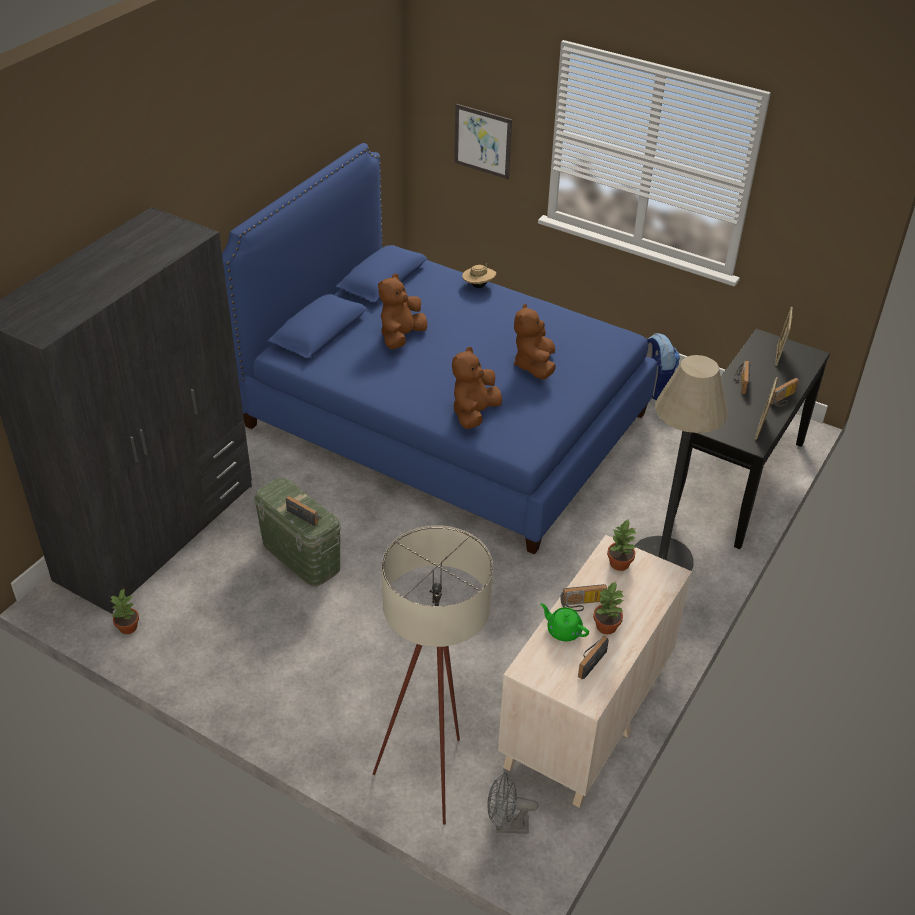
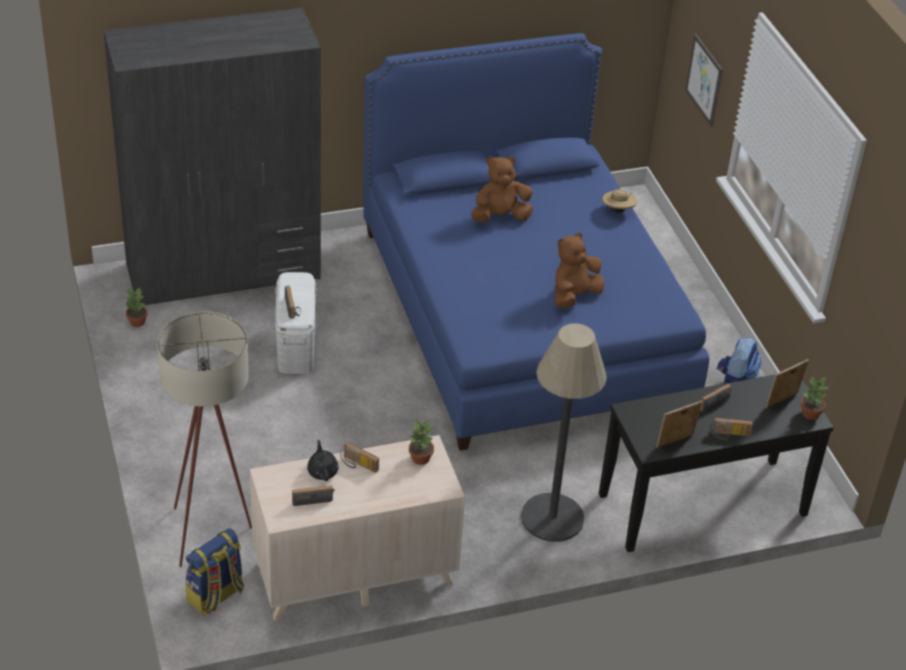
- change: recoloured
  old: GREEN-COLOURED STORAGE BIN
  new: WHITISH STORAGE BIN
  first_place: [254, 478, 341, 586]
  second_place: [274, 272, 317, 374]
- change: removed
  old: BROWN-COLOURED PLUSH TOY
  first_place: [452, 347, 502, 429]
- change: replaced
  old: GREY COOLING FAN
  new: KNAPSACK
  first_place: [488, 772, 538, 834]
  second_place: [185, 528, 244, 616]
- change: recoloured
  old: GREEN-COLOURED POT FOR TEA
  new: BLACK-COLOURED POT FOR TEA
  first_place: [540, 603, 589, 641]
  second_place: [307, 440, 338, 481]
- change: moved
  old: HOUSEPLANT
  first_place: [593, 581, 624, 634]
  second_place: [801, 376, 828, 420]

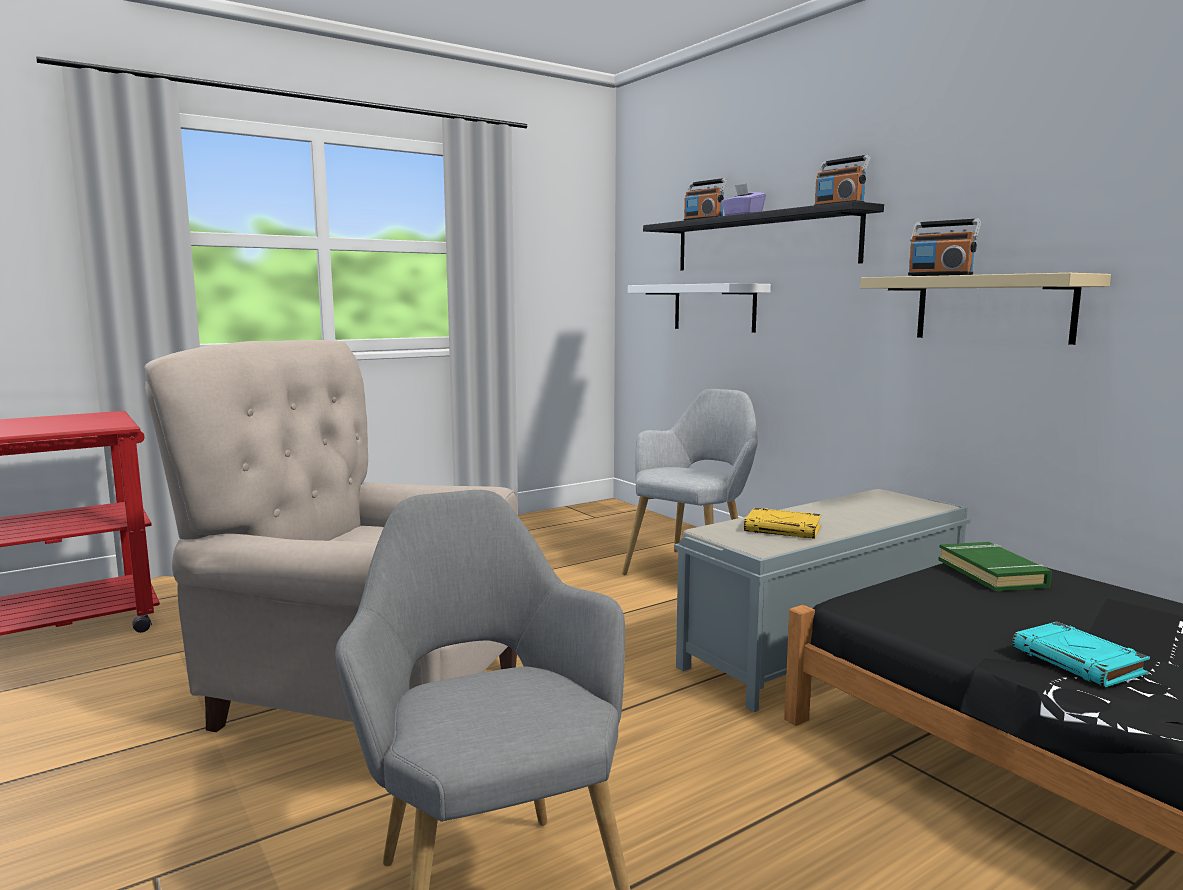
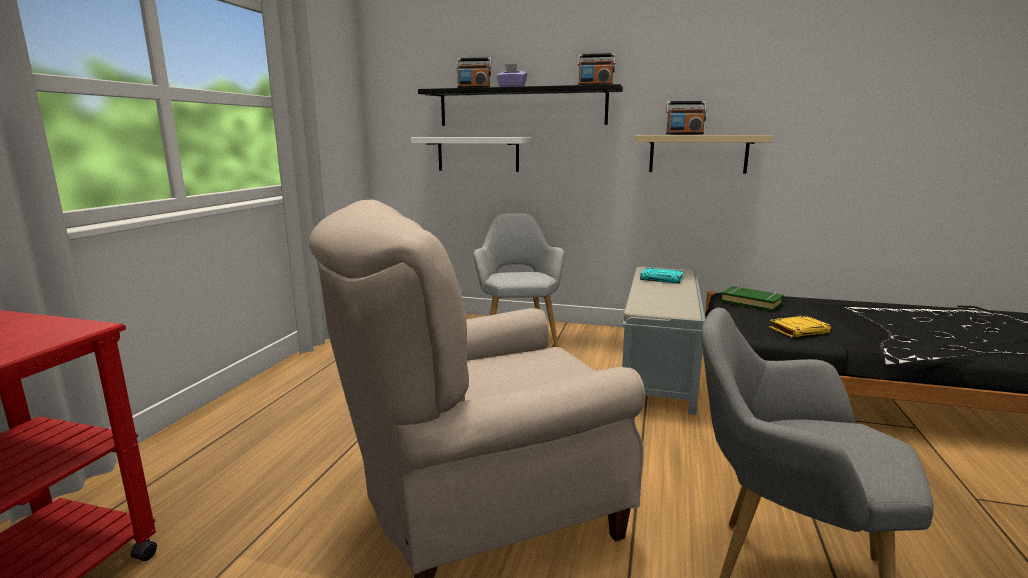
- change: moved
  old: YELLOW-COLOURED VOLUME
  first_place: [744, 508, 822, 539]
  second_place: [769, 316, 832, 338]
- change: moved
  old: BLUE-GREEN VOLUME
  first_place: [1012, 622, 1150, 687]
  second_place: [640, 268, 684, 284]

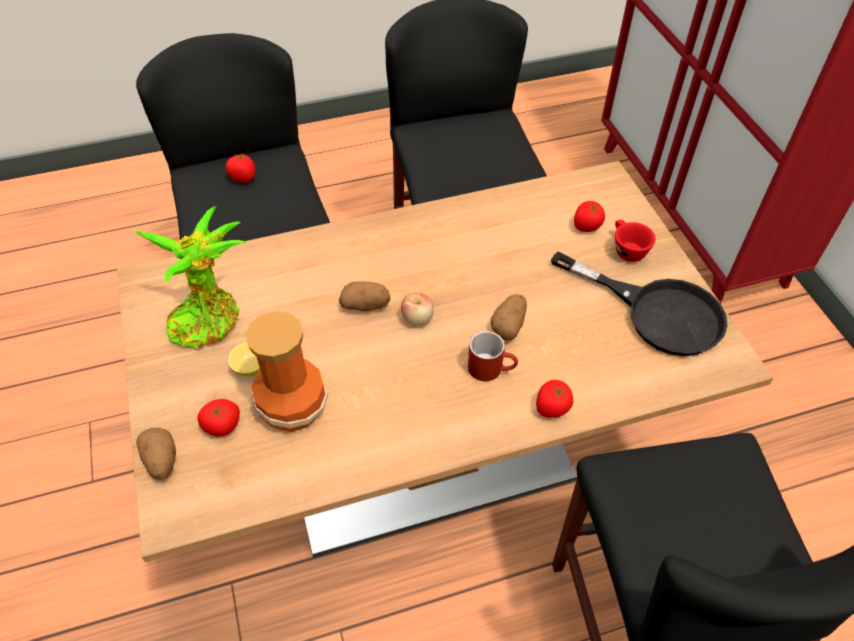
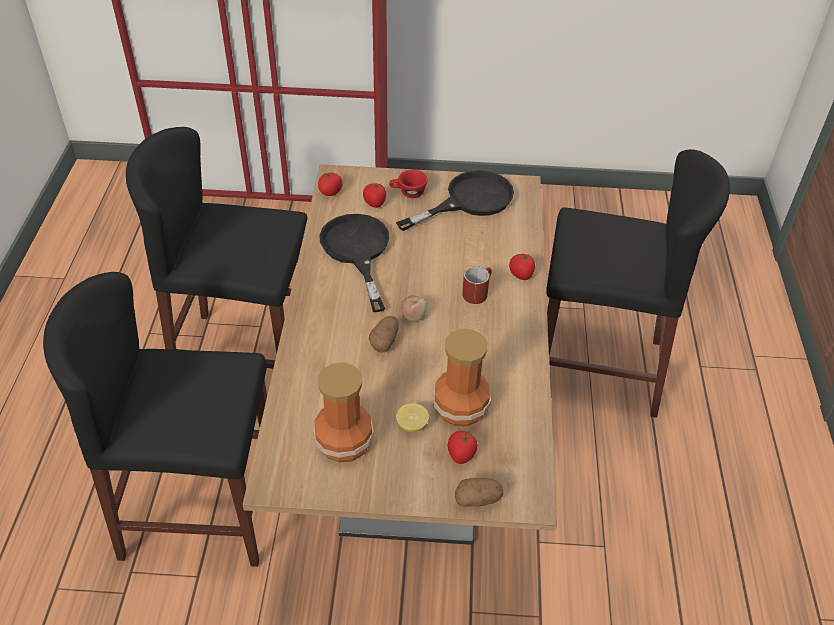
- change: replaced
  old: HOUSEPLANT
  new: DECORATIVE VASE
  first_place: [133, 206, 249, 349]
  second_place: [313, 362, 374, 463]
- change: moved
  old: TOMATO
  first_place: [226, 153, 255, 183]
  second_place: [318, 173, 343, 196]
- change: removed
  old: POTATO
  first_place: [491, 294, 527, 341]
- change: added
  new: BLACK-COLOURED SKILLET
  second_place: [319, 214, 389, 312]

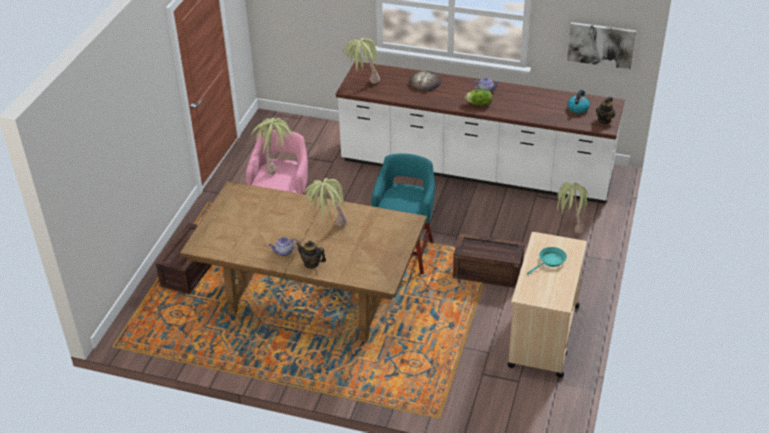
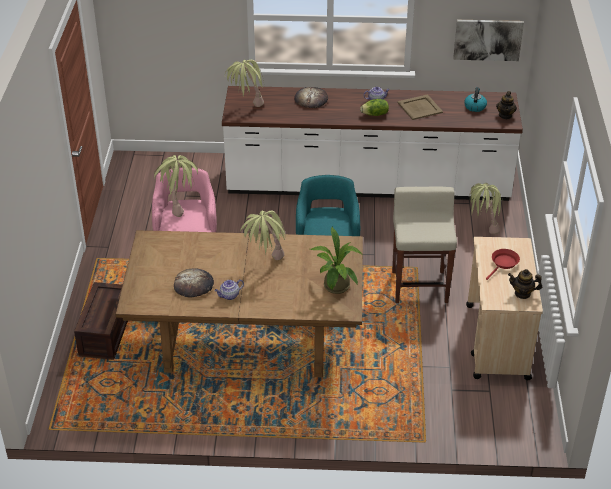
- change: moved
  old: POT FOR TEA
  first_place: [296, 241, 326, 269]
  second_place: [508, 269, 542, 299]
- change: replaced
  old: PACKING CRATE
  new: SAND-COLOURED STOOL
  first_place: [453, 233, 525, 288]
  second_place: [392, 187, 457, 303]
- change: recoloured
  old: BLUE-GREEN SKILLET
  new: REDDISH SKILLET
  first_place: [527, 247, 567, 274]
  second_place: [486, 249, 520, 280]
- change: added
  new: BAKERY BREAD
  second_place: [174, 268, 214, 298]
- change: added
  new: HOUSEPLANT
  second_place: [310, 227, 362, 294]
- change: added
  new: SAND-COLOURED SERVING TRAY
  second_place: [397, 94, 443, 120]

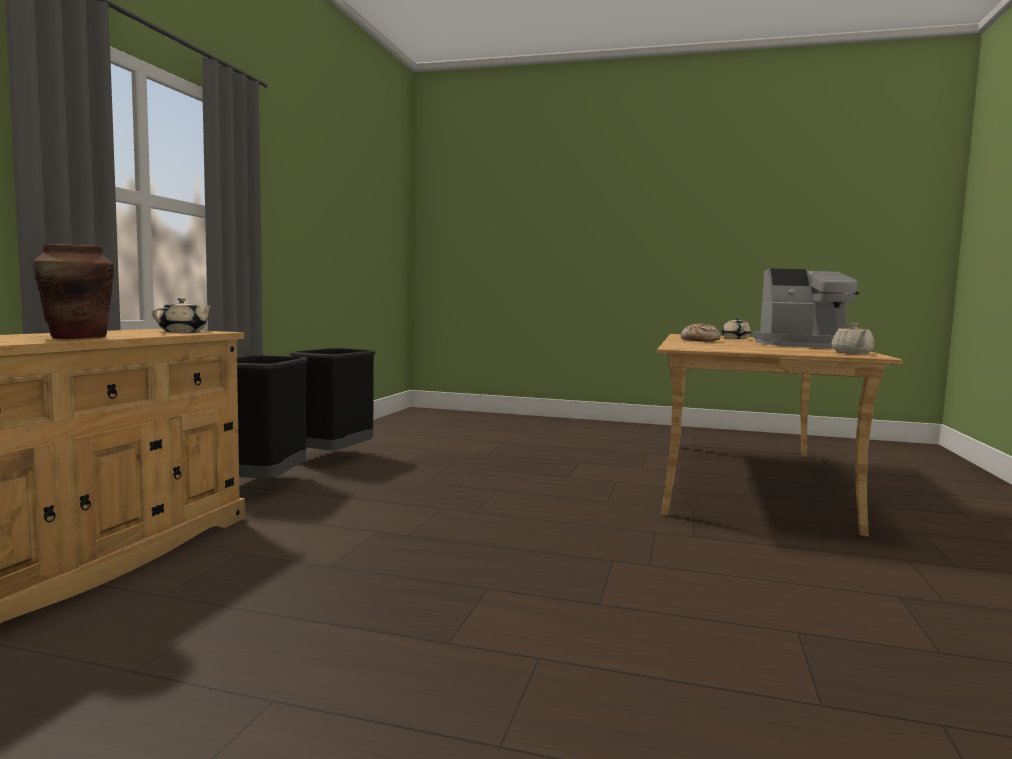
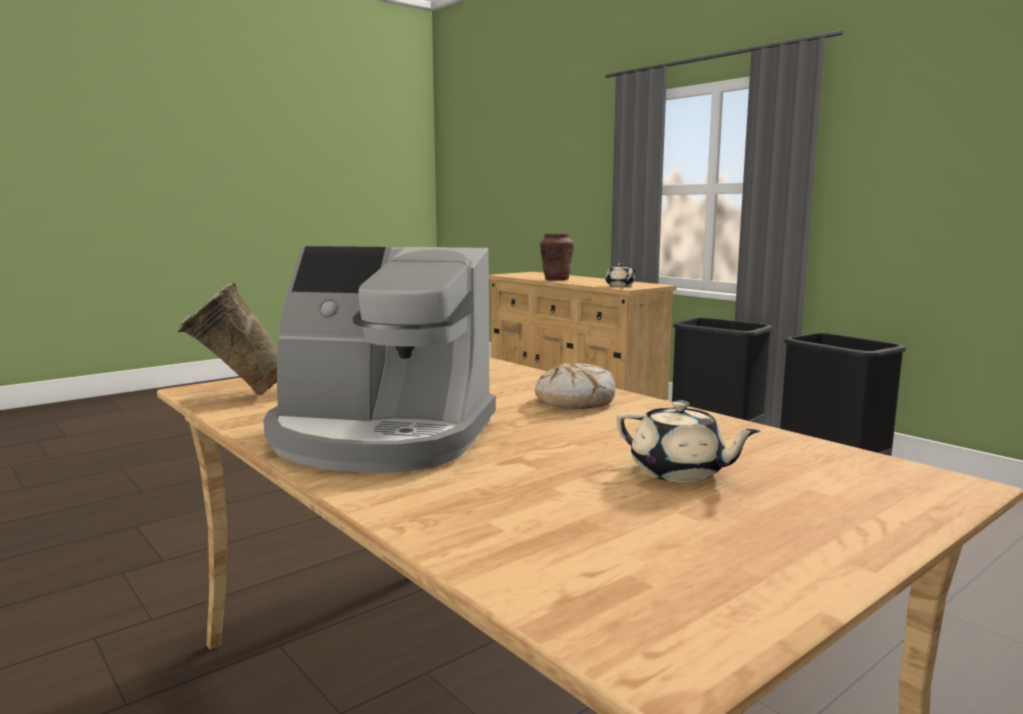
- change: turned
  old: COFFEE BREWER
  first_place: [753, 268, 859, 348]
  second_place: [263, 246, 496, 473]
  degrees: -120
- change: replaced
  old: SAND-COLOURED POT FOR TEA
  new: SAND-COLOURED DECORATIVE VASE
  first_place: [831, 323, 875, 354]
  second_place: [178, 283, 277, 395]

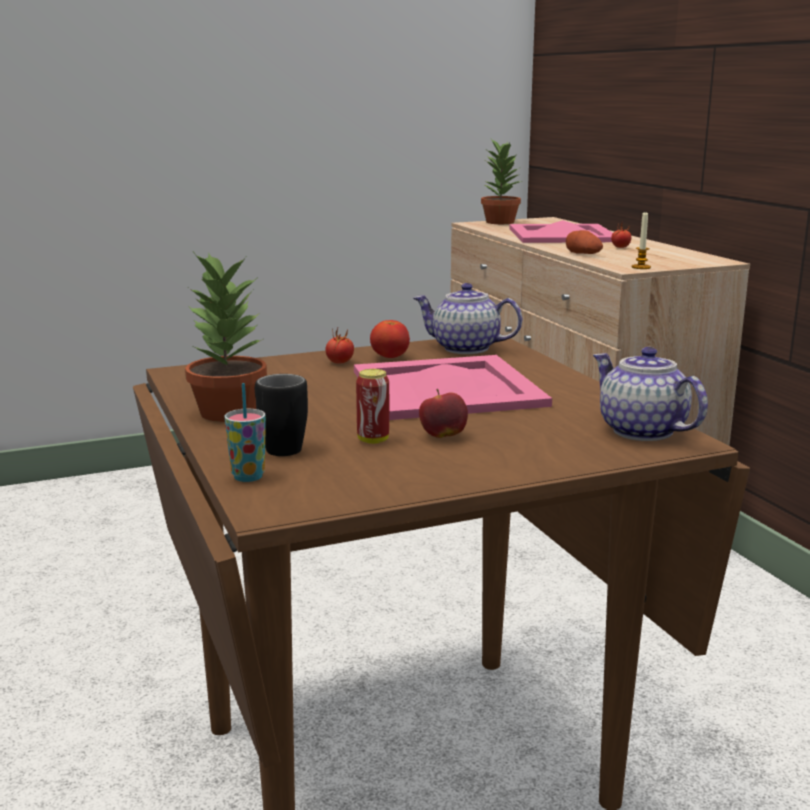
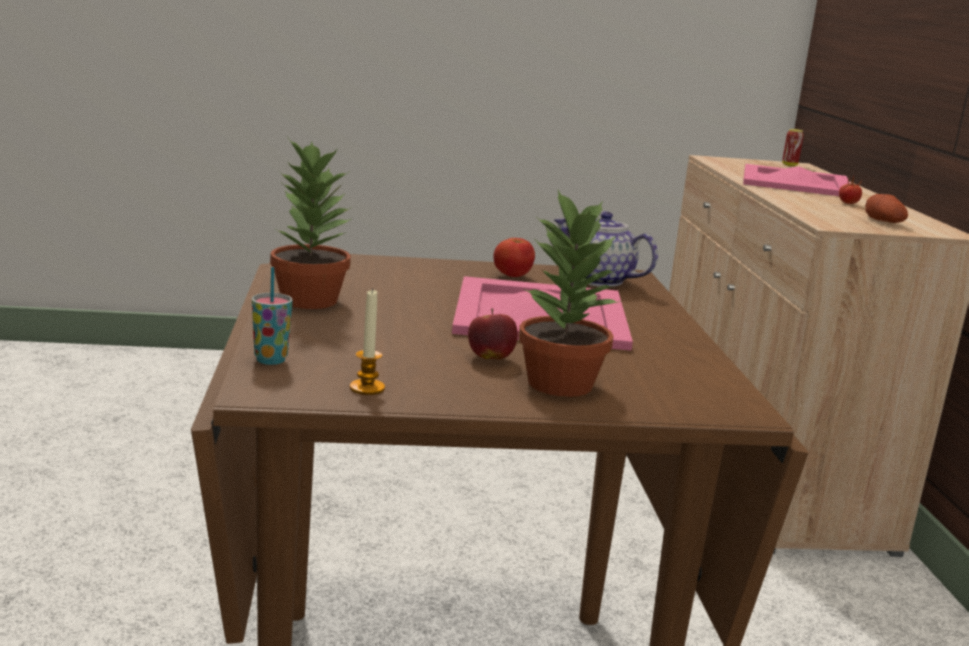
- change: removed
  old: BLACK-COLOURED MUG
  first_place: [255, 374, 308, 456]
- change: removed
  old: TOMATO
  first_place: [326, 328, 354, 364]
- change: moved
  old: CAN
  first_place: [356, 369, 389, 444]
  second_place: [782, 129, 804, 166]
- change: moved
  old: HOUSEPLANT
  first_place: [481, 139, 522, 224]
  second_place: [519, 190, 622, 397]
- change: moved
  old: POTATO
  first_place: [566, 230, 603, 254]
  second_place: [865, 194, 908, 223]
- change: removed
  old: POT FOR TEA
  first_place: [593, 347, 708, 441]
- change: moved
  old: CANDLE
  first_place: [632, 211, 651, 269]
  second_place: [350, 288, 385, 395]

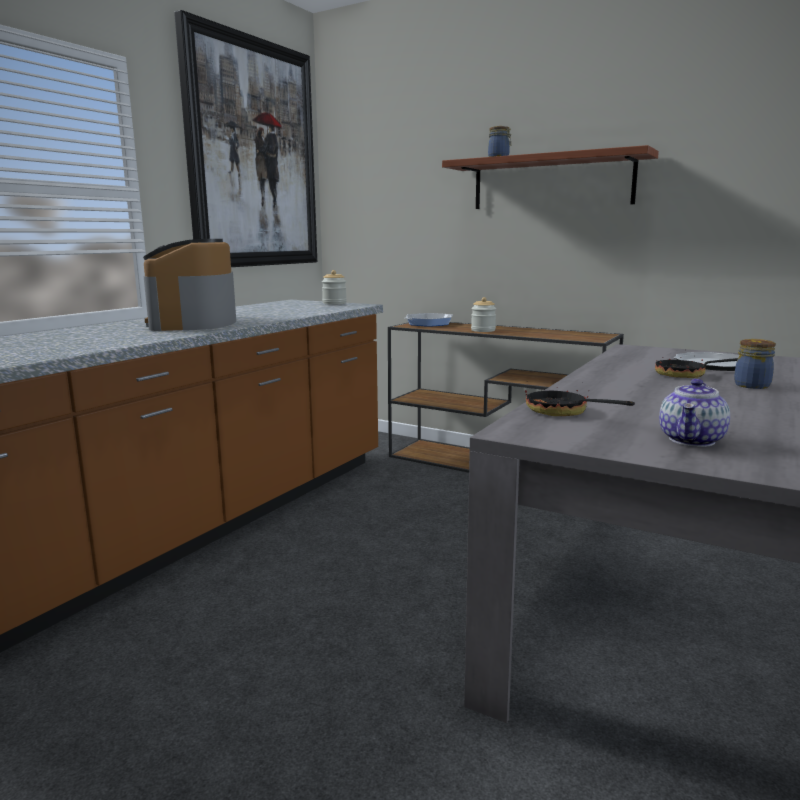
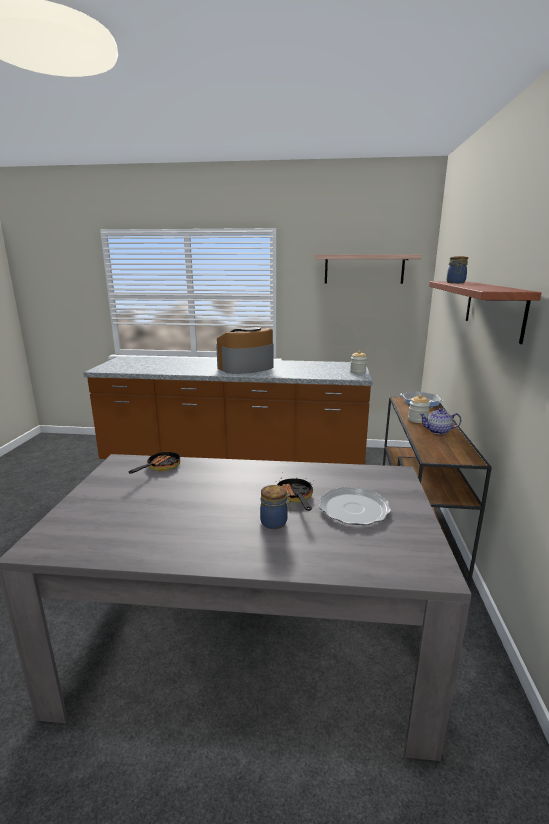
- change: replaced
  old: WALL PICTURE
  new: WALL SHELF
  first_place: [174, 10, 317, 267]
  second_place: [315, 254, 421, 284]
- change: moved
  old: POT FOR TEA
  first_place: [659, 379, 730, 447]
  second_place: [420, 408, 461, 434]

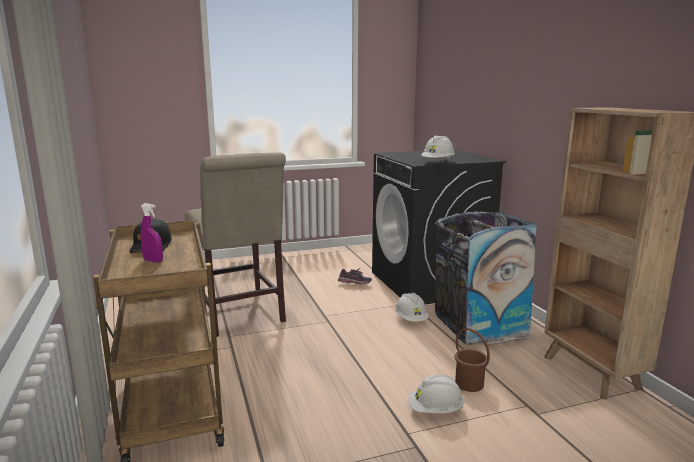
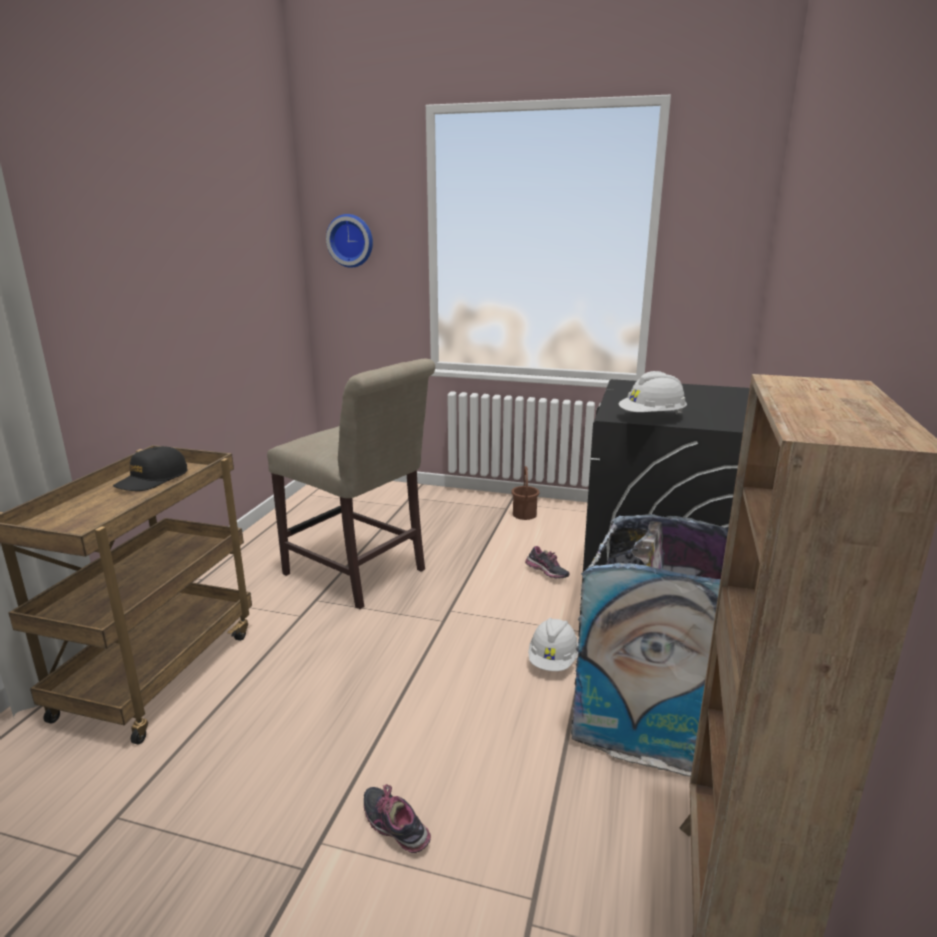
- change: removed
  old: PURPLE-COLOURED SPRAY BOTTLE
  first_place: [141, 203, 163, 263]
- change: turned
  old: SAND-COLOURED CHAIR
  first_place: [185, 152, 286, 337]
  second_place: [267, 359, 435, 609]
  degrees: -60
- change: replaced
  old: WHITISH HARD HAT
  new: ITEM OF FOOTWEAR
  first_place: [408, 374, 465, 413]
  second_place: [364, 784, 431, 853]
- change: moved
  old: BROWN-COLOURED BUCKET
  first_place: [455, 328, 490, 392]
  second_place: [511, 466, 540, 520]
- change: added
  new: CLOCK ON THE WALL
  second_place: [326, 214, 373, 268]

